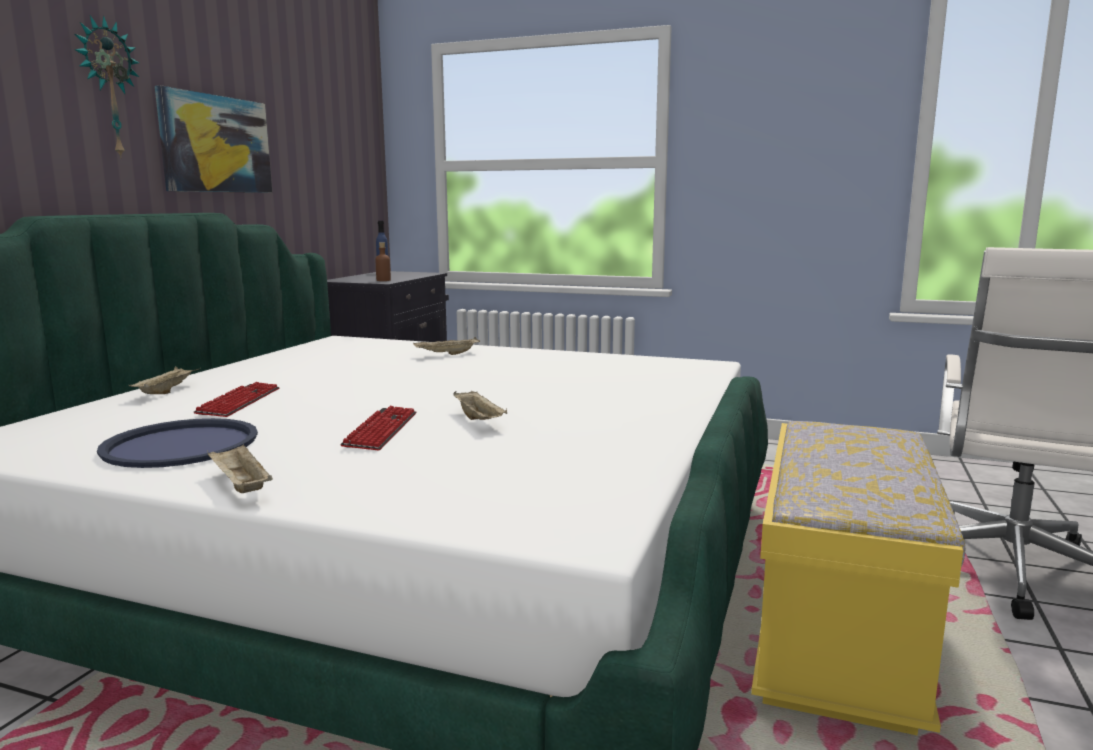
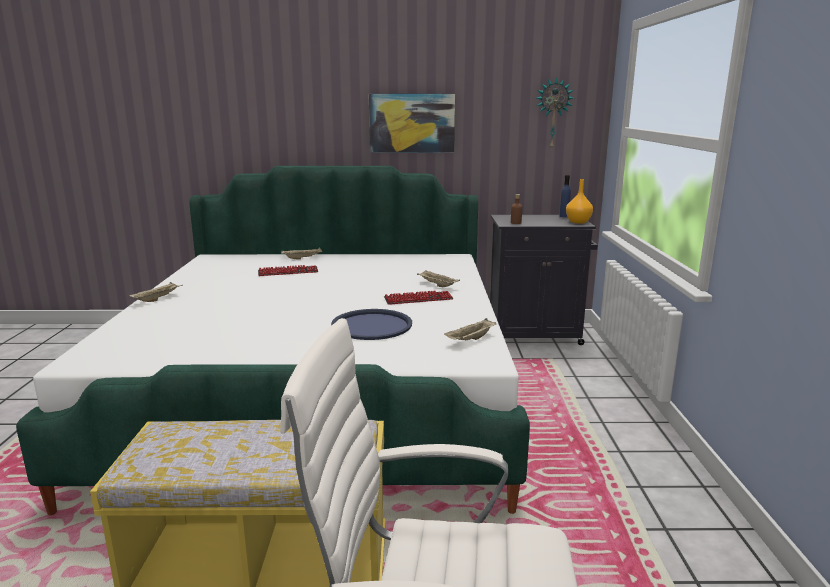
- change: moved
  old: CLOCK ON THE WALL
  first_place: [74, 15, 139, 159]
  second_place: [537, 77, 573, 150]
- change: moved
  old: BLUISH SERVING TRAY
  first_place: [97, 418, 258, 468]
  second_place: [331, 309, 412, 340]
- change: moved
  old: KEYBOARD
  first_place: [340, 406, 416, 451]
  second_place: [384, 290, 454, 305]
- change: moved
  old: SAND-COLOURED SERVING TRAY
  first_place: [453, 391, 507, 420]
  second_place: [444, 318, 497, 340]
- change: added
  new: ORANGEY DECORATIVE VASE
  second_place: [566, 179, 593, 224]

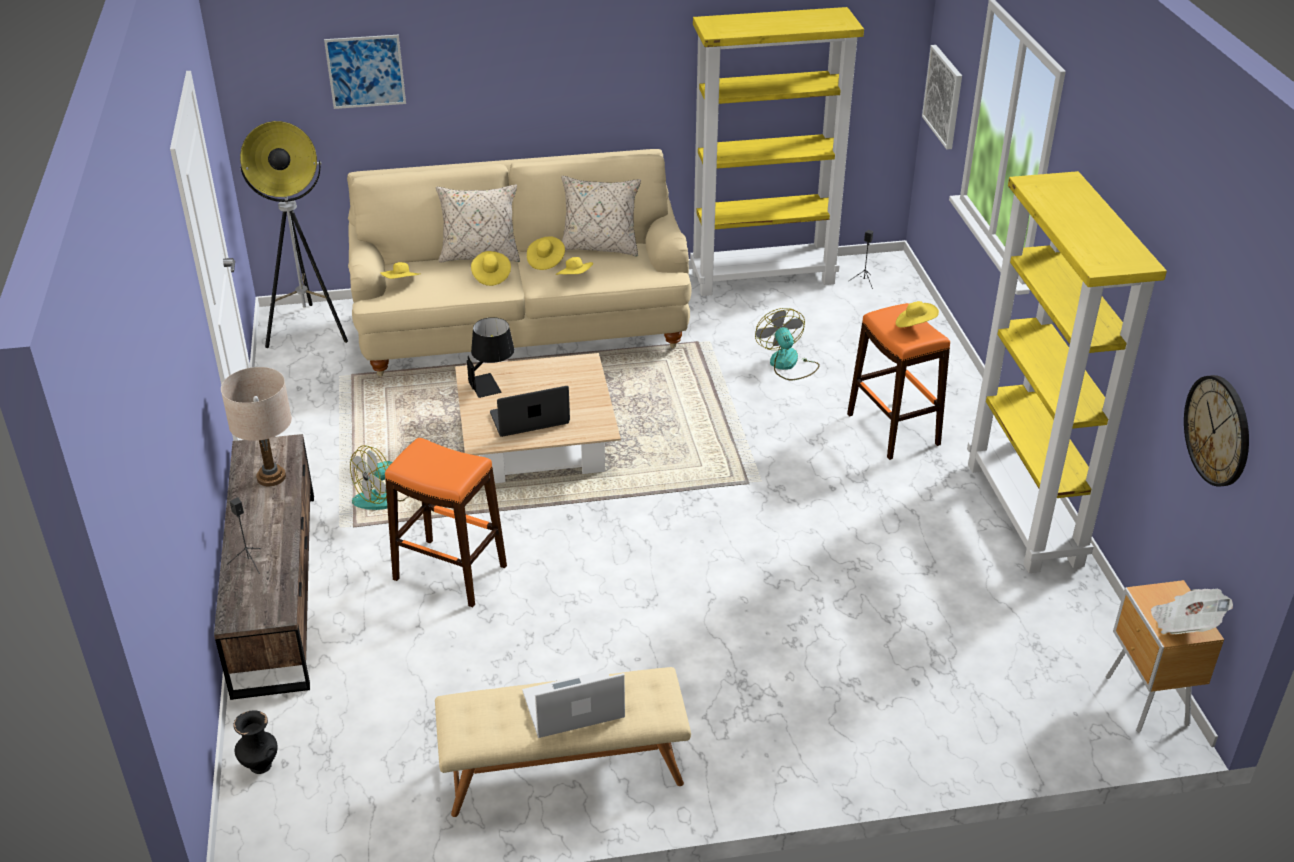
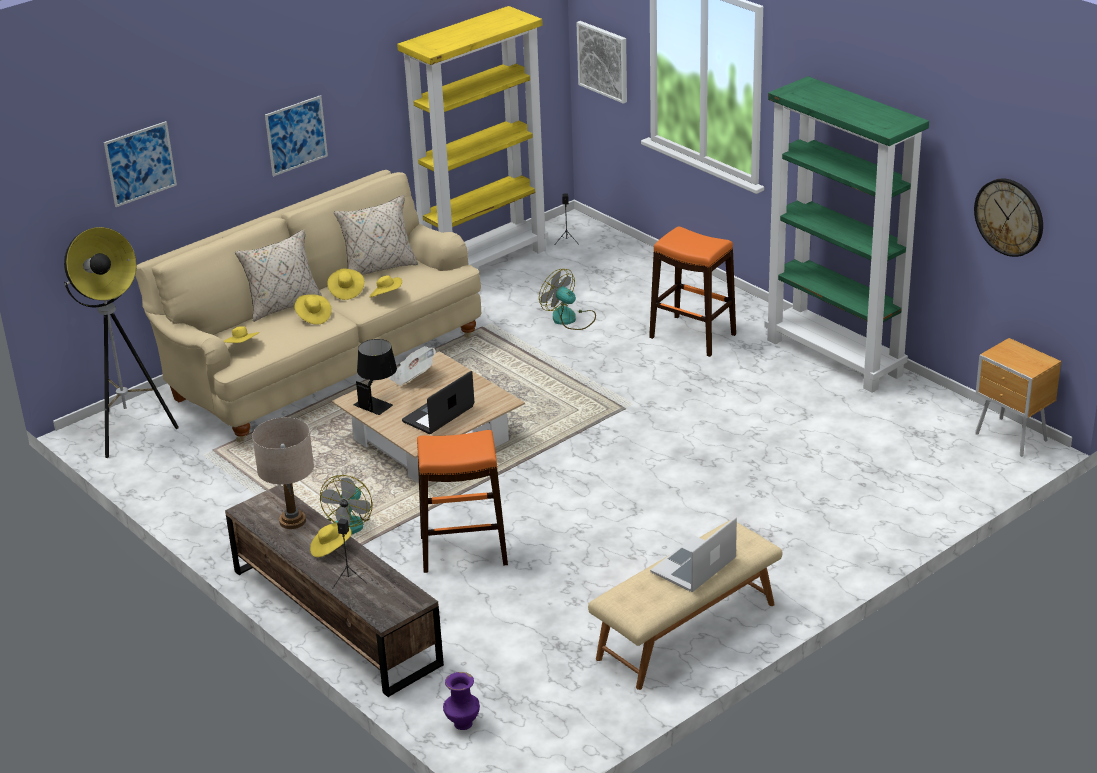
- change: recoloured
  old: BLACK-COLOURED DECORATIVE VASE
  new: PURPLE-COLOURED DECORATIVE VASE
  first_place: [233, 710, 278, 774]
  second_place: [443, 672, 480, 730]
- change: moved
  old: YELLOW-COLOURED WEARABLE HAT
  first_place: [896, 301, 939, 328]
  second_place: [310, 523, 351, 557]
- change: recoloured
  old: YELLOW-COLOURED BOOKSHELF
  new: GREEN-COLOURED BOOKSHELF
  first_place: [967, 171, 1167, 573]
  second_place: [764, 76, 929, 393]
- change: moved
  old: DAILY PAPER
  first_place: [1151, 589, 1233, 634]
  second_place: [388, 346, 436, 386]
- change: added
  new: WALL PICTURE
  second_place: [265, 95, 328, 177]

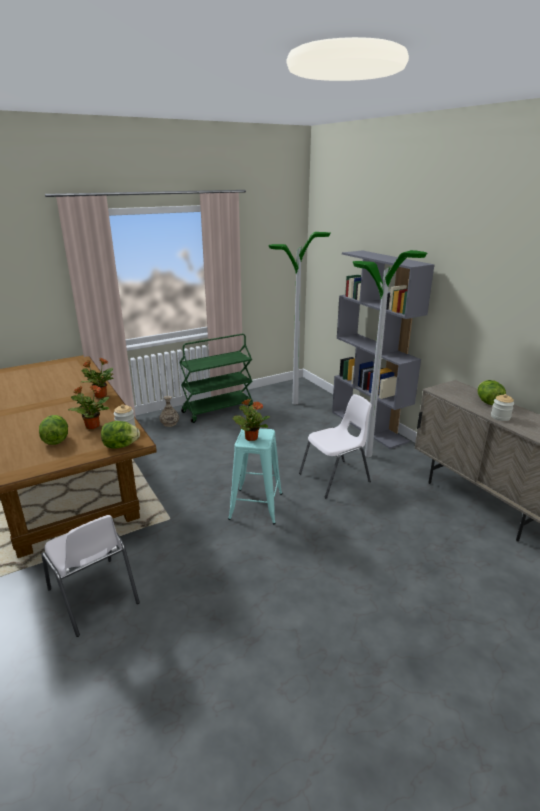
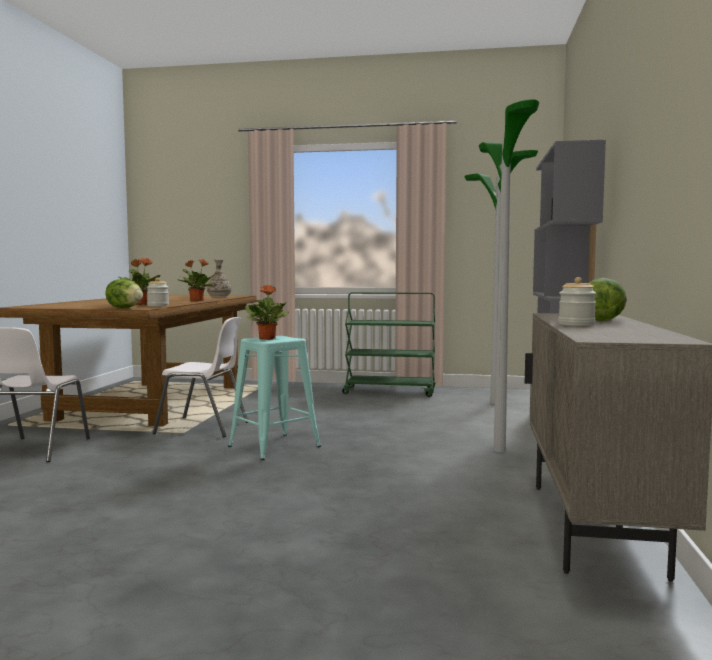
- change: removed
  old: LETTUCE
  first_place: [39, 415, 68, 445]
- change: moved
  old: DECORATIVE VASE
  first_place: [160, 396, 179, 427]
  second_place: [207, 260, 232, 298]
- change: moved
  old: WHITISH CHAIR
  first_place: [299, 394, 372, 499]
  second_place: [153, 317, 248, 437]

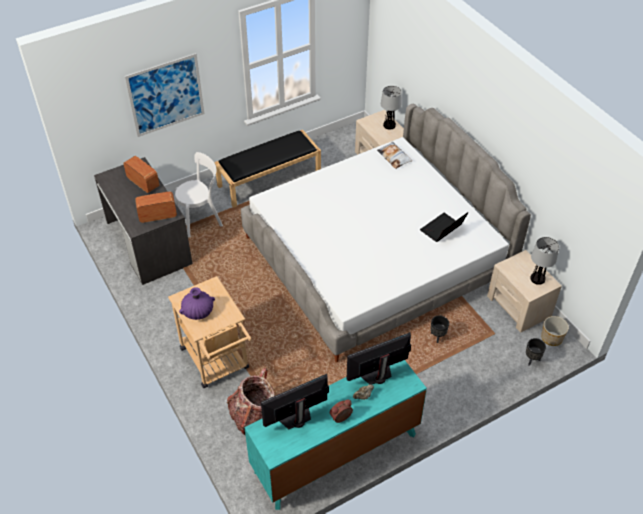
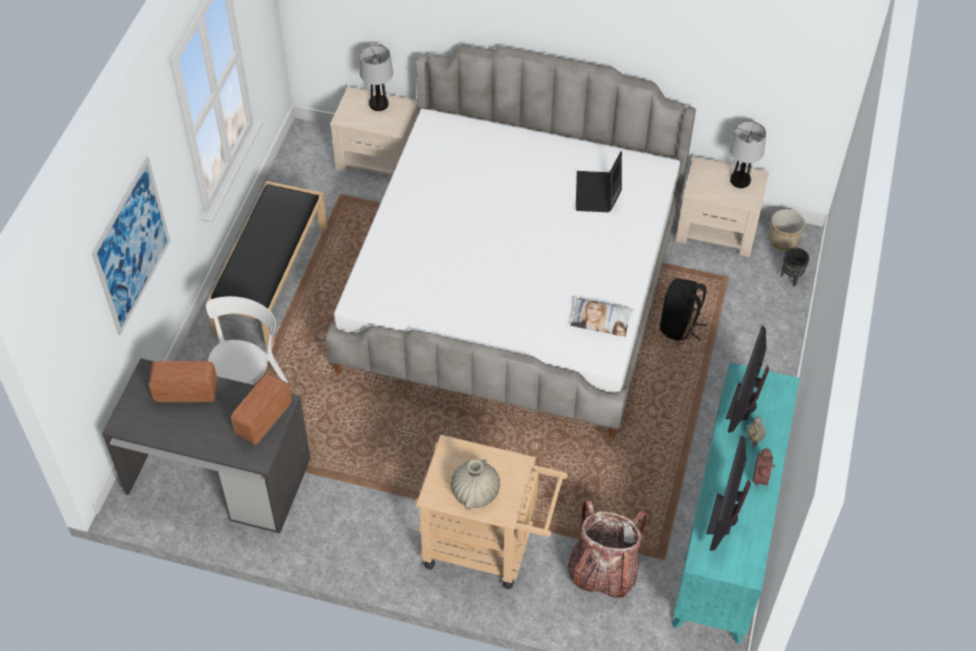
- change: recoloured
  old: PURPLE-COLOURED DECORATIVE VASE
  new: SAND-COLOURED DECORATIVE VASE
  first_place: [179, 287, 215, 320]
  second_place: [451, 459, 500, 510]
- change: moved
  old: PILLOW
  first_place: [377, 142, 412, 169]
  second_place: [570, 298, 633, 337]
- change: replaced
  old: BLACK-COLOURED FLOWER POT
  new: BLACK-COLOURED KNAPSACK
  first_place: [431, 315, 449, 343]
  second_place: [660, 278, 707, 341]

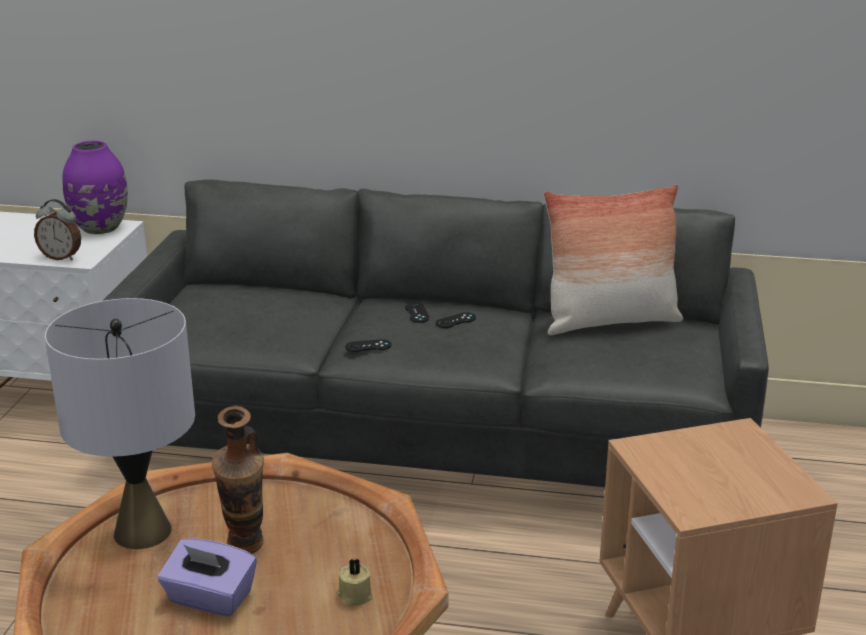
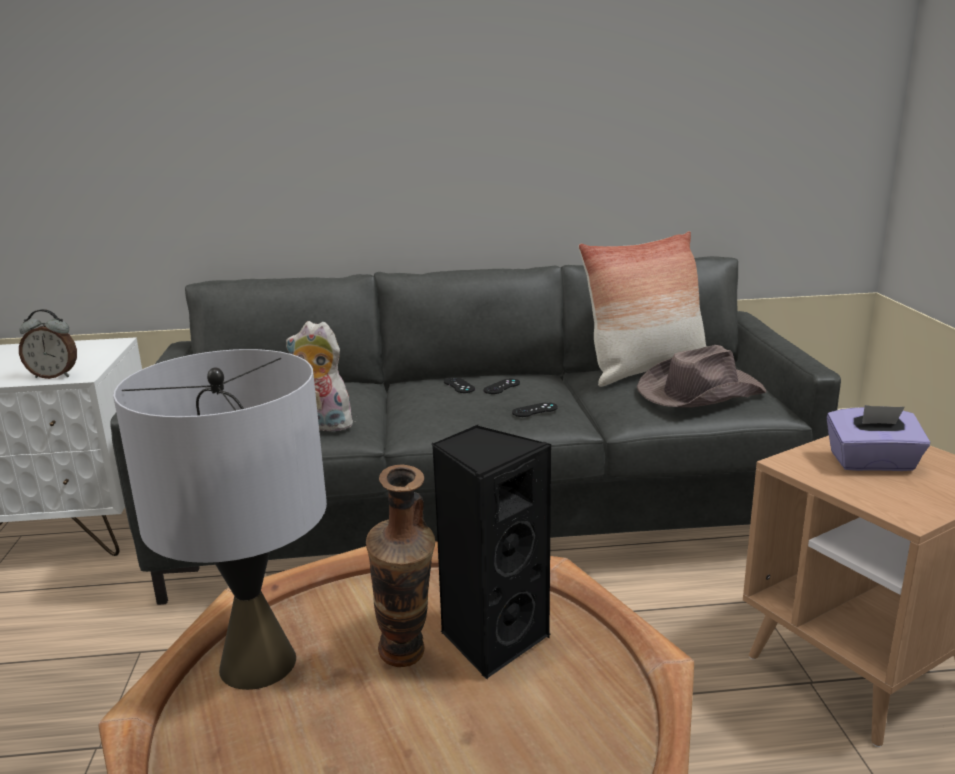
- change: removed
  old: PURPLE-COLOURED DECORATIVE VASE
  first_place: [62, 141, 128, 234]
- change: moved
  old: PURPLE-COLOURED TISSUE HOLDER
  first_place: [158, 538, 257, 617]
  second_place: [826, 405, 930, 471]
- change: removed
  old: SAND-COLOURED CANDLE
  first_place: [337, 559, 372, 606]
- change: moved
  old: BLACK-COLOURED GAMEPAD
  first_place: [345, 339, 392, 352]
  second_place: [512, 402, 558, 417]
- change: added
  new: PLUSH TOY
  second_place: [286, 321, 355, 432]
- change: added
  new: BLACK-COLOURED AUDIO SPEAKER
  second_place: [432, 425, 551, 680]
- change: added
  new: BROWN-COLOURED WEARABLE HAT
  second_place: [637, 345, 766, 408]

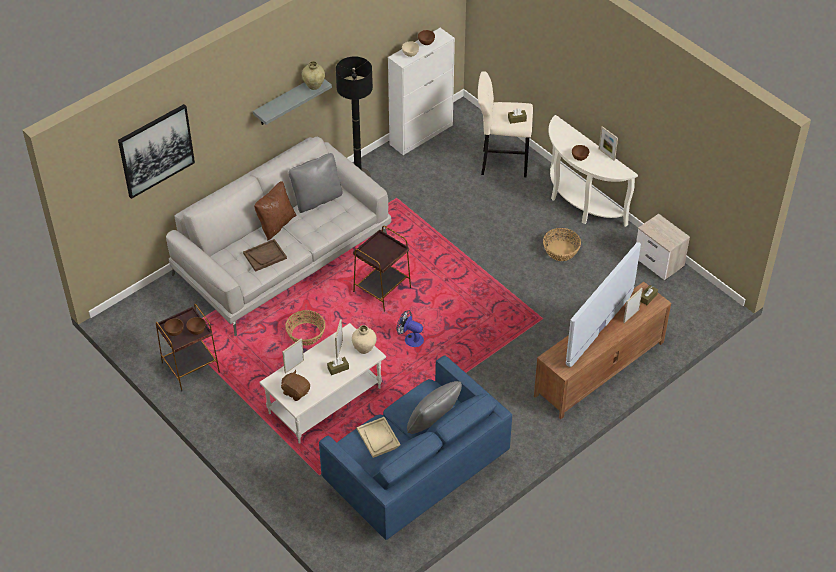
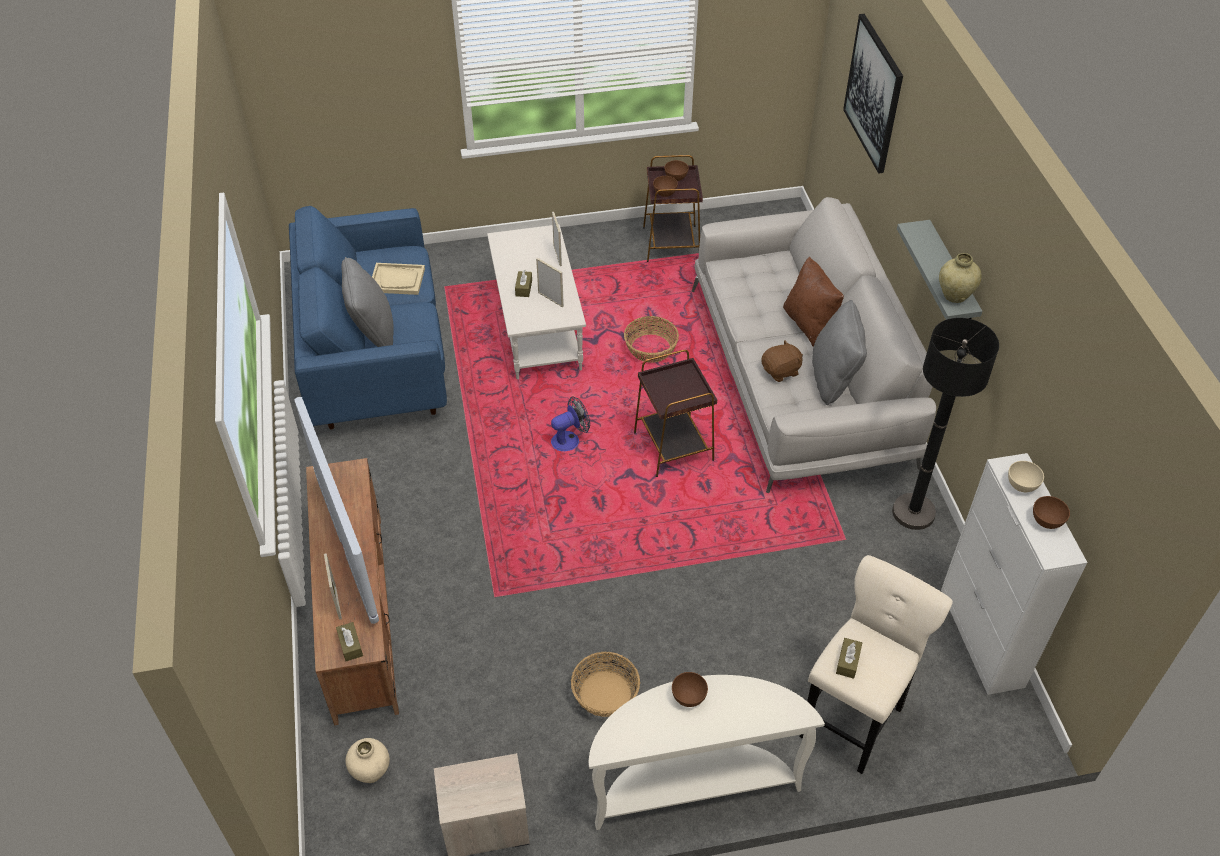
- change: removed
  old: BROWN-COLOURED SERVING TRAY
  first_place: [243, 239, 287, 272]
- change: moved
  old: BROWN-COLOURED PLUSH TOY
  first_place: [281, 370, 310, 401]
  second_place: [762, 340, 803, 382]
- change: moved
  old: SAND-COLOURED DECORATIVE VASE
  first_place: [352, 325, 376, 354]
  second_place: [345, 738, 390, 783]
- change: removed
  old: PICTURE FRAME
  first_place: [599, 126, 618, 161]

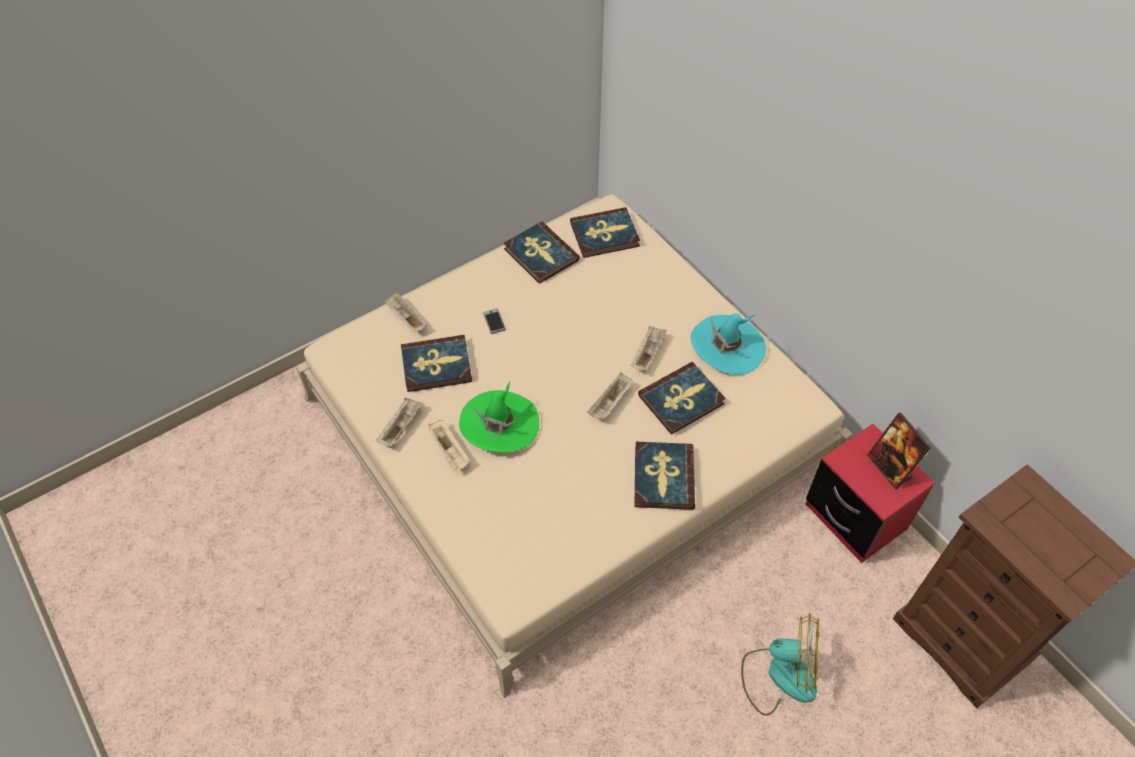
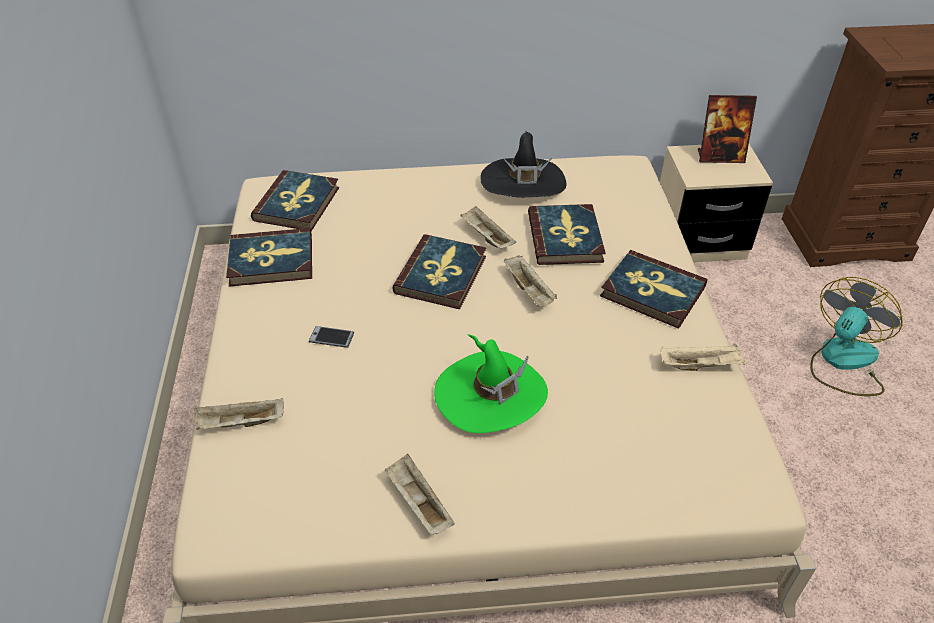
- change: moved
  old: VOLUME
  first_place: [401, 335, 472, 392]
  second_place: [392, 234, 486, 309]
- change: moved
  old: SAND-COLOURED SERVING TRAY
  first_place: [428, 420, 470, 471]
  second_place: [660, 343, 747, 371]
- change: recoloured
  old: BLUE-GREEN WEARABLE HAT
  new: BLACK-COLOURED WEARABLE HAT
  first_place: [691, 313, 766, 375]
  second_place: [480, 131, 566, 198]
- change: recoloured
  old: REDDISH NIGHT TABLE
  new: SAND-COLOURED NIGHT TABLE
  first_place: [805, 424, 935, 563]
  second_place: [660, 144, 773, 262]

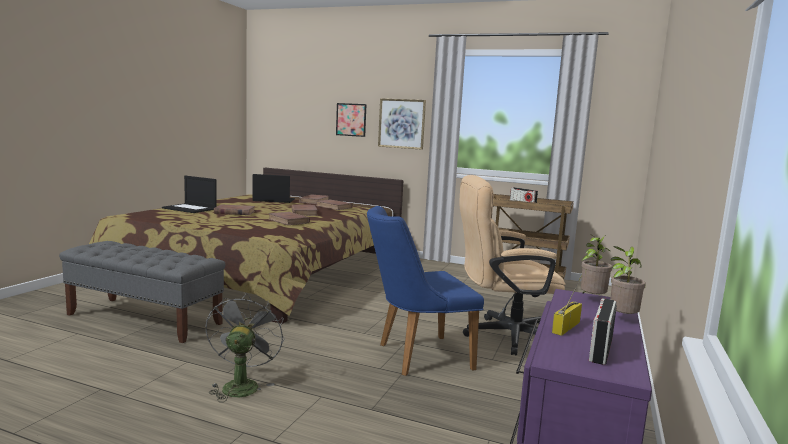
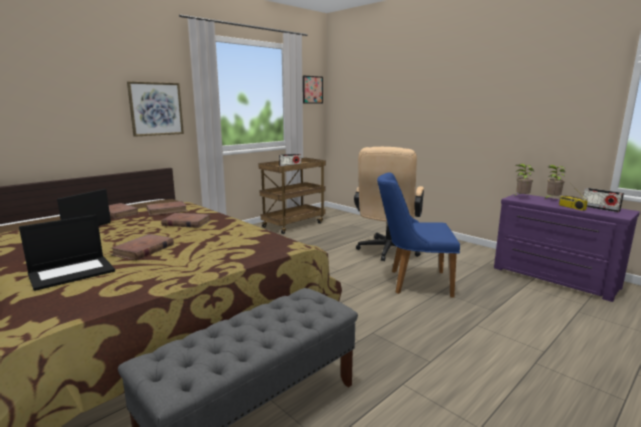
- change: removed
  old: GREY COOLING FAN
  first_place: [206, 293, 284, 403]
- change: removed
  old: BROWN-COLOURED VOLUME
  first_place: [268, 212, 310, 225]
- change: moved
  old: WALL PICTURE
  first_place: [336, 103, 367, 137]
  second_place: [303, 76, 323, 103]
- change: turned
  old: BLUISH CHAIR
  first_place: [367, 206, 484, 376]
  second_place: [377, 173, 460, 298]
  degrees: 90

